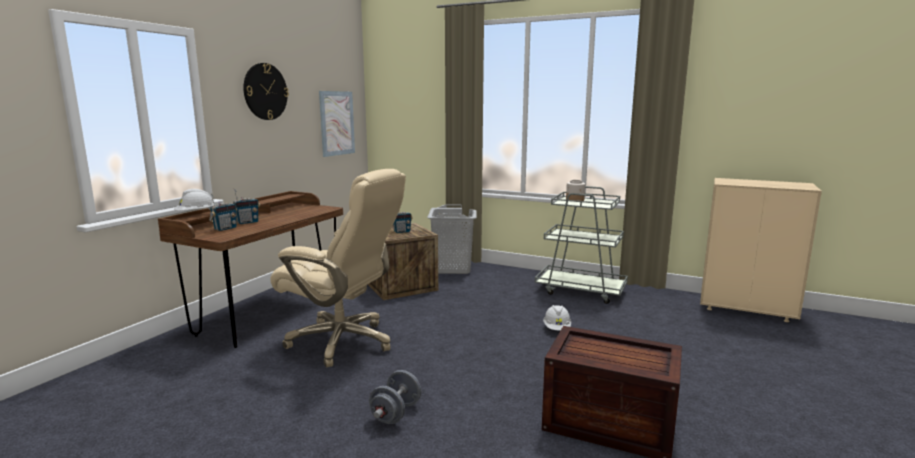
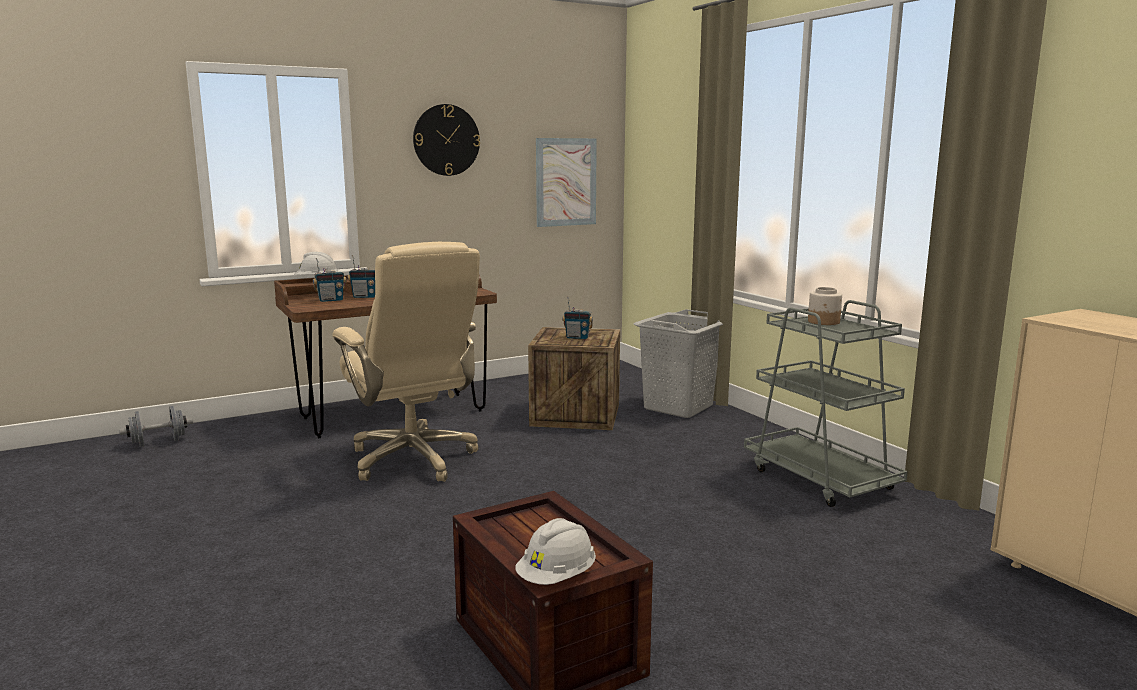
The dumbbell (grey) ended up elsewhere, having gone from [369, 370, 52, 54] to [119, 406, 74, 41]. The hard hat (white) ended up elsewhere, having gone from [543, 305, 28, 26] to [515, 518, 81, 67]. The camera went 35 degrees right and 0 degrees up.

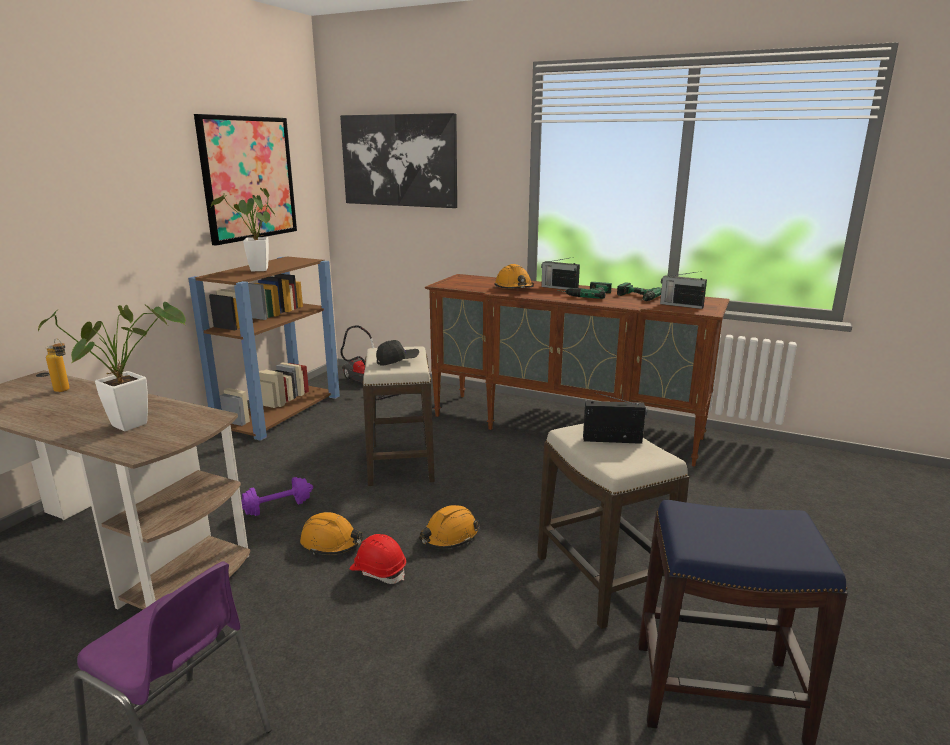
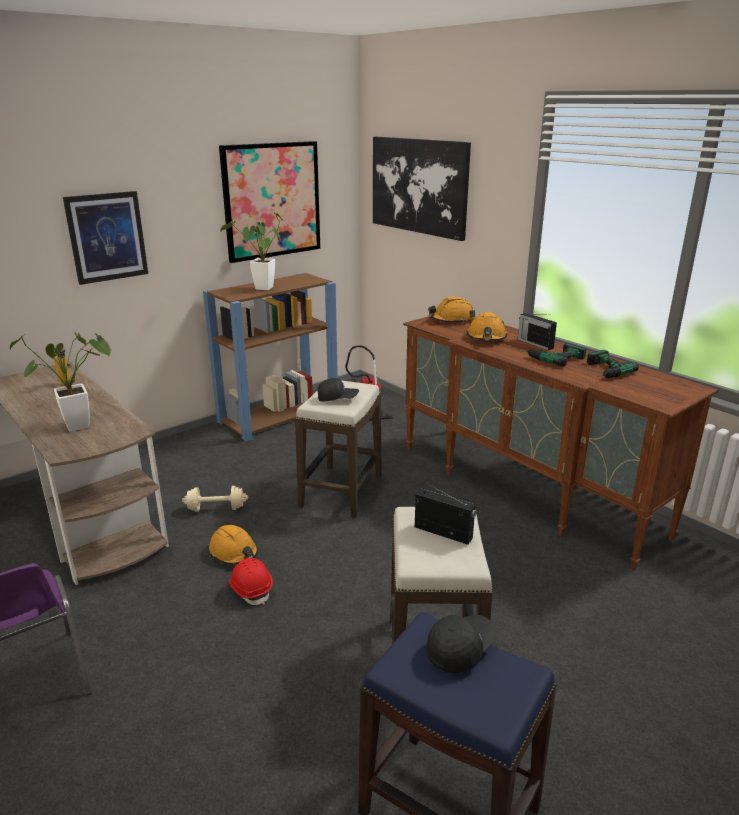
What was the dumbbell (purple) at [241, 477, 72, 39] turned into the dumbbell (beige) at [182, 486, 66, 26]. The hard hat (orange) ended up elsewhere, having gone from [419, 505, 61, 44] to [428, 297, 47, 27]. The second view lost the radio at [660, 271, 47, 38]. The second view gained the picture at [63, 191, 85, 94]. The second view gained the cap (black) at [427, 615, 69, 58]. The camera went 25 degrees right and 5 degrees up.

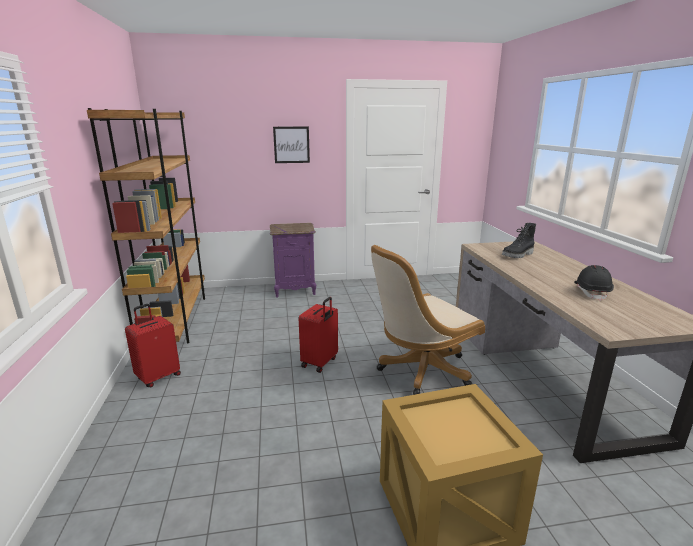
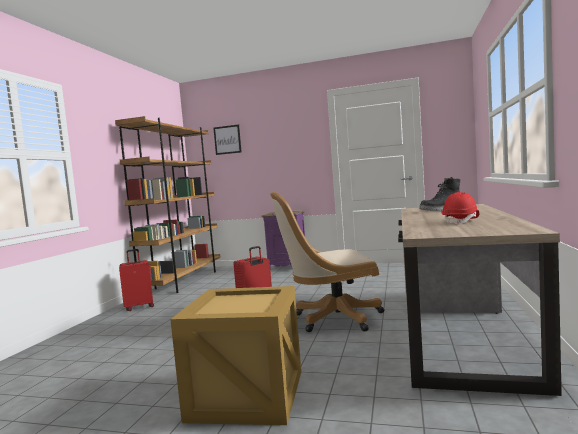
The picture ended up elsewhere, having gone from [273, 127, 37, 36] to [213, 125, 29, 30]. What was the hard hat (black) at [574, 265, 40, 36] turned into the hard hat (red) at [441, 192, 38, 33]. The camera went 25 degrees right and 15 degrees down.

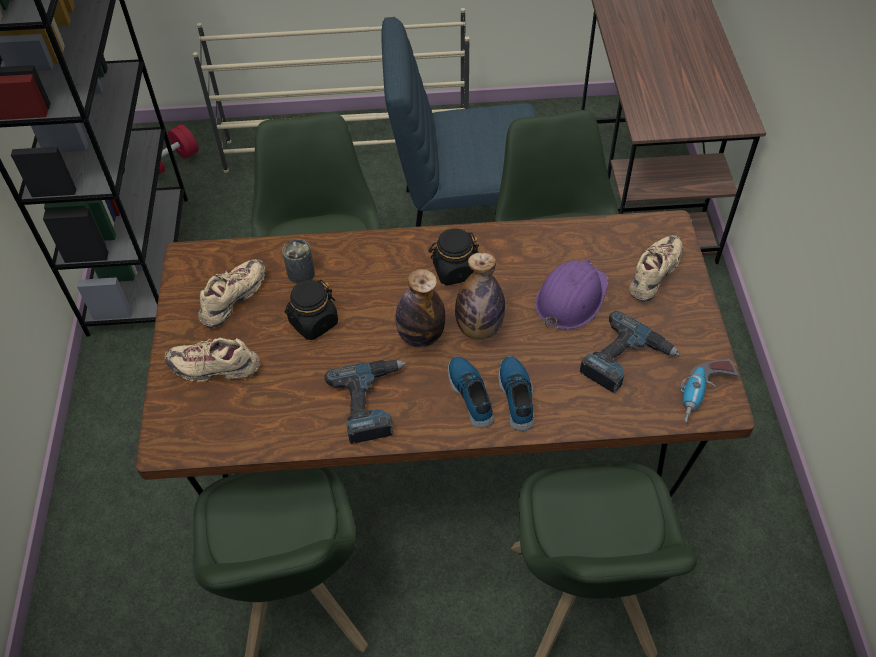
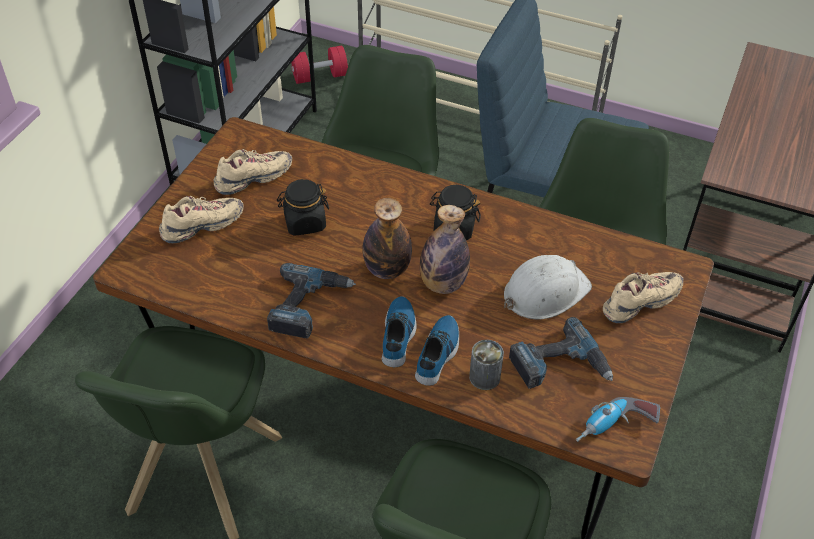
The shoe (beige) at [165, 338, 95, 44] ended up facing another way, 120 degrees clockwise from before. The can ended up elsewhere, having gone from [282, 239, 33, 45] to [469, 340, 35, 50]. What was the hard hat (purple) at [535, 260, 74, 70] turned into the hard hat (white) at [504, 255, 88, 64]. The camera went 25 degrees right and 5 degrees down.

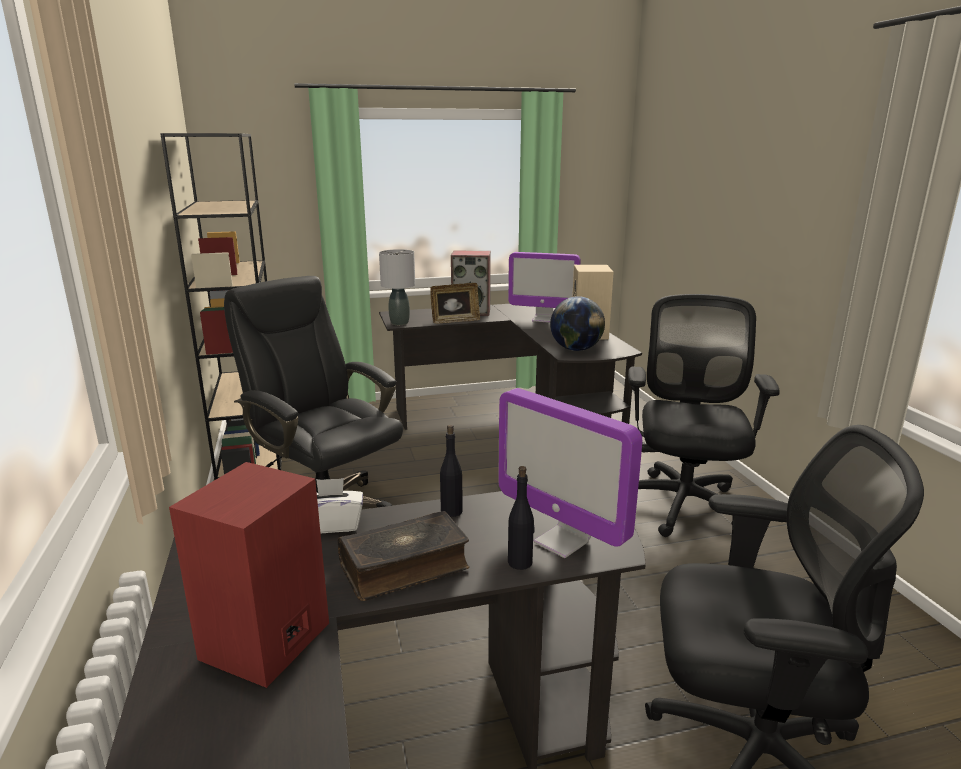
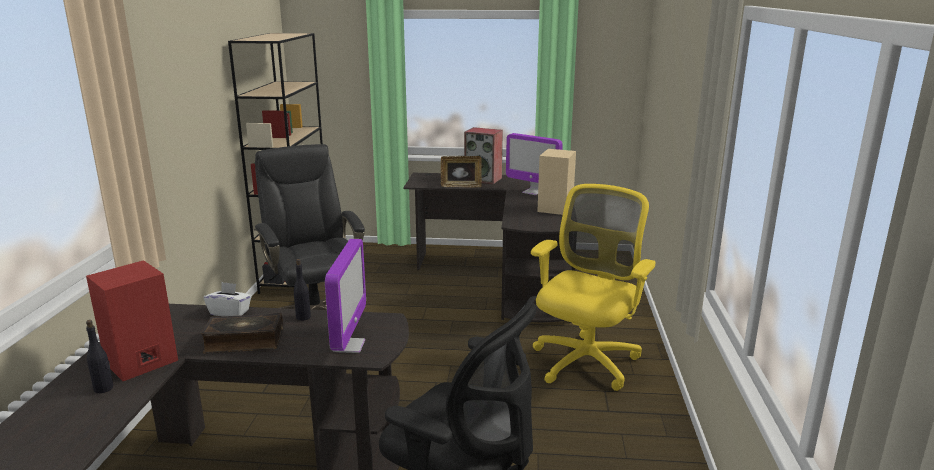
The second view lost the table lamp (grey) at [379, 249, 36, 76]. The monitor at [499, 388, 143, 170] ended up facing another way, 150 degrees counterclockwise from before. The bottle (black) ended up elsewhere, having gone from [508, 466, 27, 104] to [86, 320, 28, 73]. The second view lost the globe at [550, 296, 55, 55]. What was the office chair (black) at [628, 294, 152, 243] turned into the office chair (yellow) at [531, 184, 125, 207]. The camera went 20 degrees right and 0 degrees up.

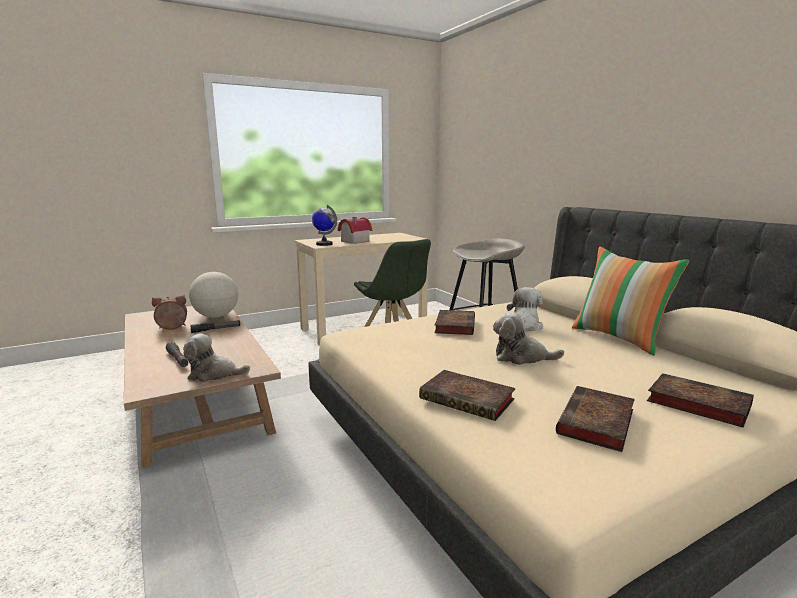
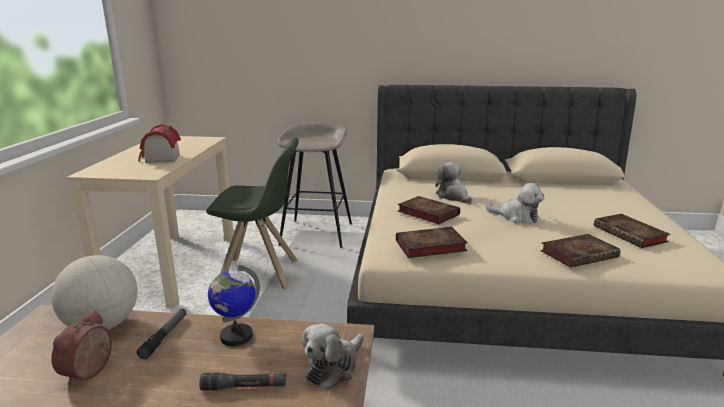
The globe ended up elsewhere, having gone from [312, 205, 25, 41] to [208, 265, 52, 81]. The plush toy at [493, 312, 71, 53] ended up facing another way, 105 degrees counterclockwise from before. The second view lost the pillow at [572, 247, 117, 109]. The book ended up elsewhere, having gone from [647, 373, 107, 55] to [396, 227, 72, 31]. The camera went 55 degrees left and 5 degrees up.

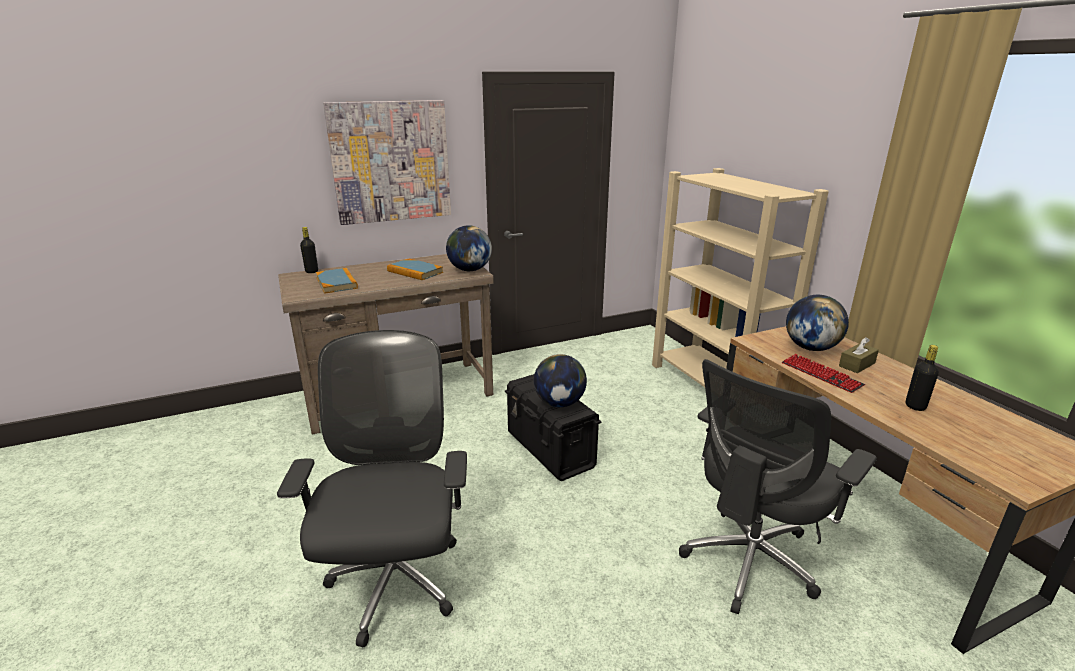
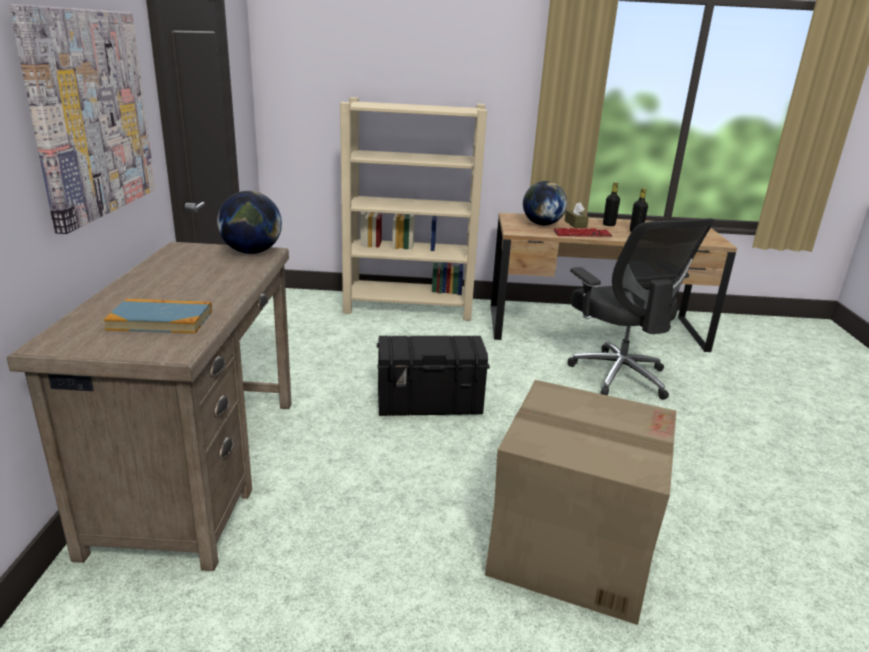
Where the office chair stood at [277, 330, 190, 317], the cardboard box came to stand at [485, 380, 192, 245]. The bottle (black) ended up elsewhere, having gone from [300, 227, 18, 46] to [603, 182, 17, 44]. The second view lost the book at [387, 259, 56, 21]. The second view lost the globe at [534, 354, 53, 53]. The camera went 65 degrees left and 0 degrees up.

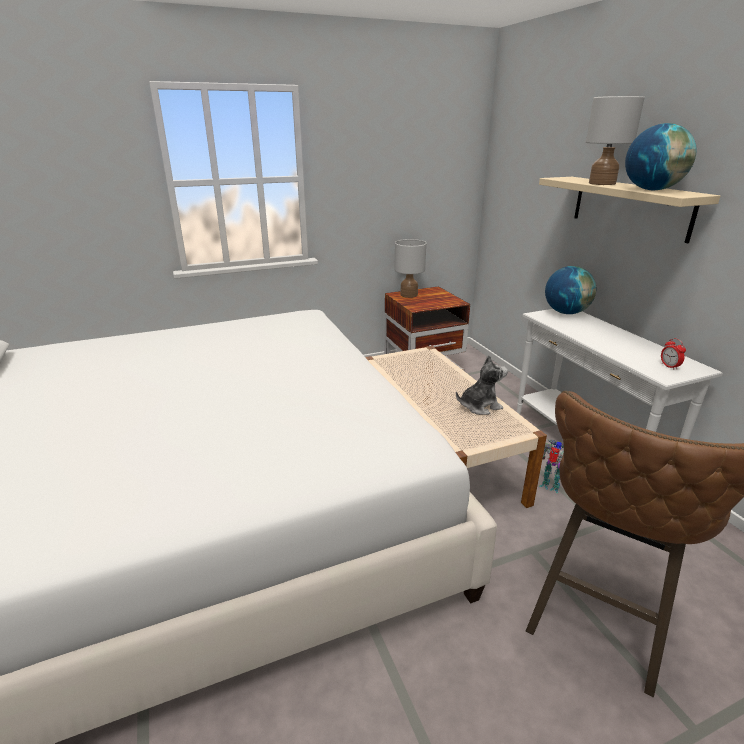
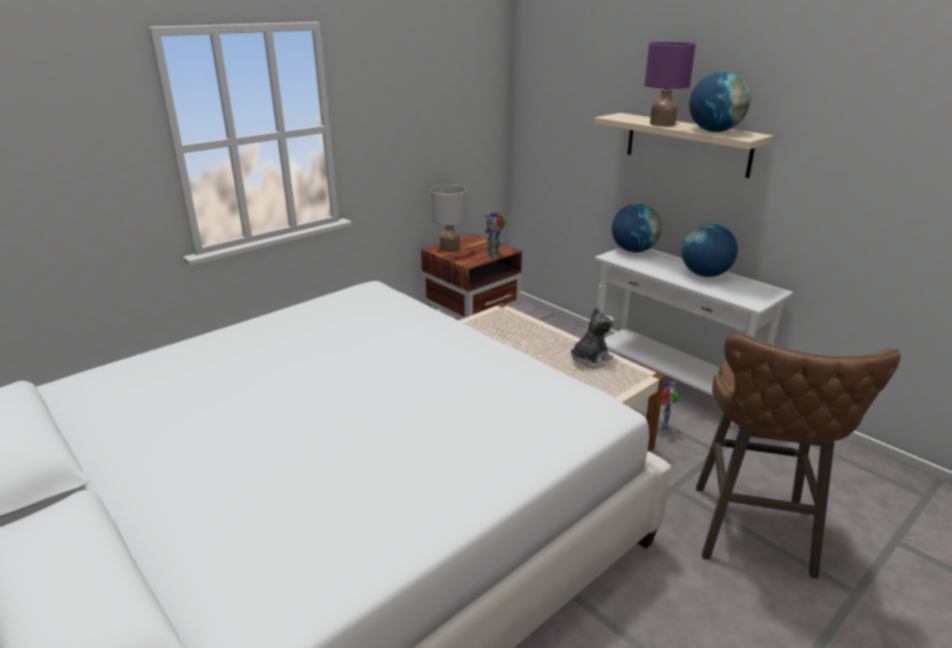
What was the table lamp (grey) at [586, 96, 59, 89] turned into the table lamp (purple) at [645, 42, 51, 84]. The second view lost the alarm clock at [661, 338, 25, 32]. The second view gained the toy robot at [484, 212, 22, 46]. The second view gained the globe at [681, 224, 57, 53]. The camera went 20 degrees left and 0 degrees up.

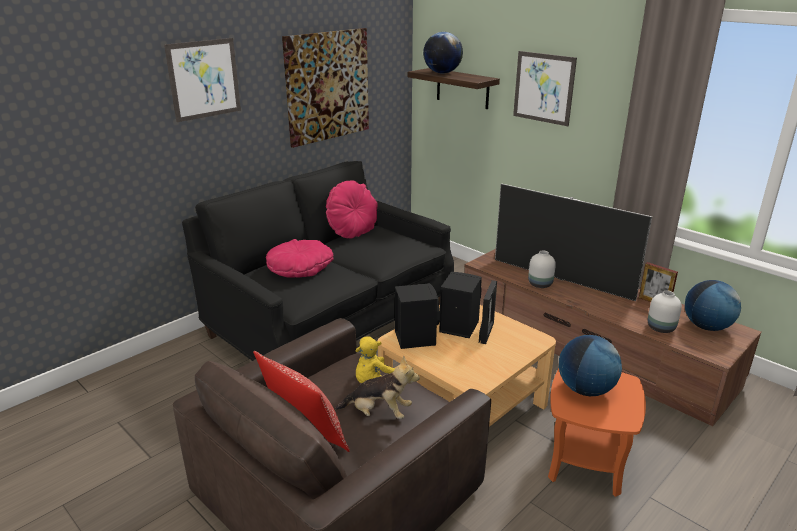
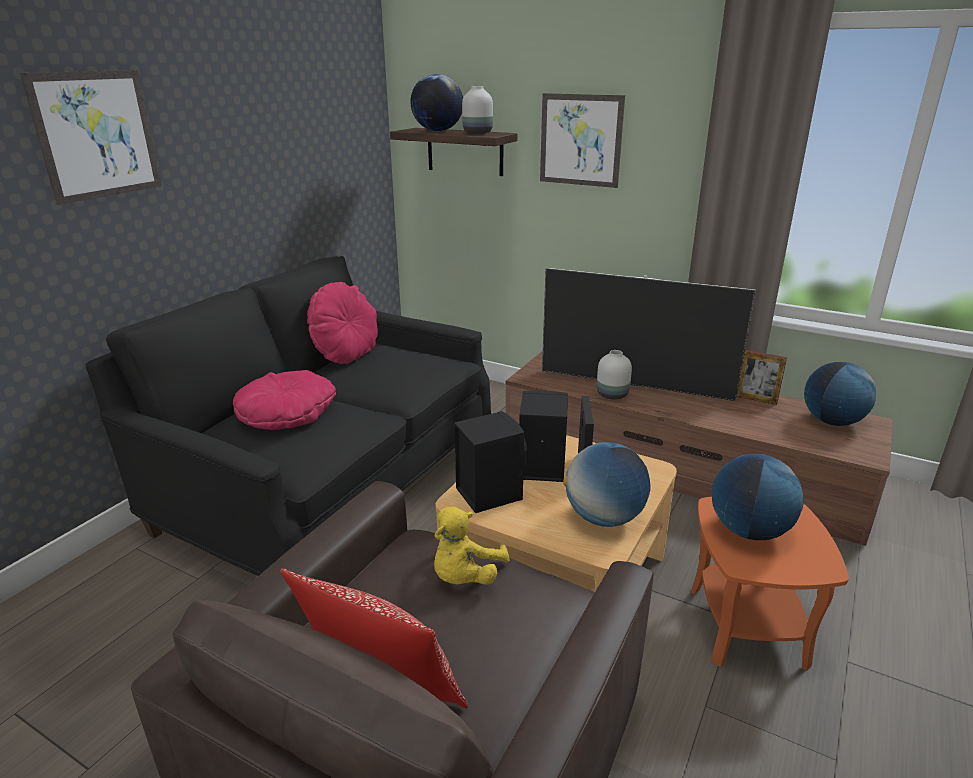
The second view lost the picture at [282, 28, 87, 120]. The second view lost the plush toy at [335, 356, 85, 63]. The vase (white) ended up elsewhere, having gone from [648, 291, 34, 42] to [462, 86, 31, 48]. The second view gained the globe at [563, 442, 88, 85]. The camera went 15 degrees left and 0 degrees up.

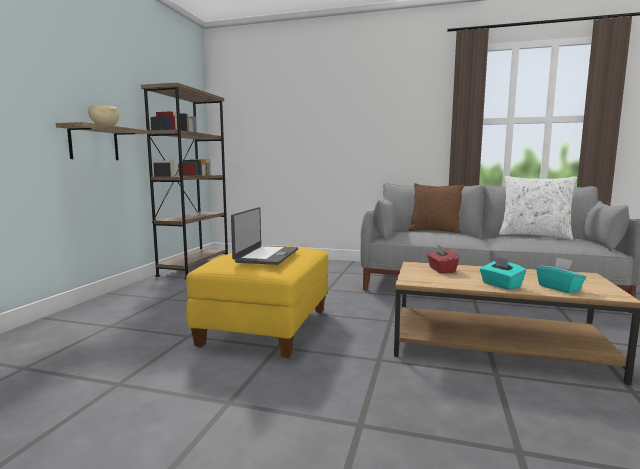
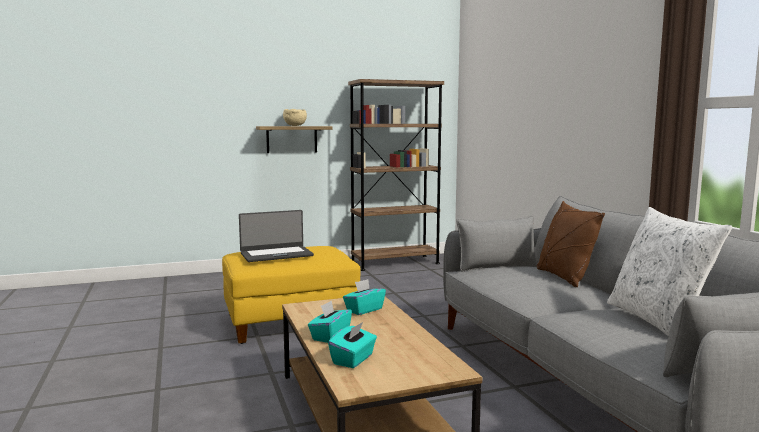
What was the tissue box (red) at [427, 244, 32, 29] turned into the tissue box (turquoise) at [343, 279, 43, 36]. The camera went 55 degrees right and 0 degrees up.

